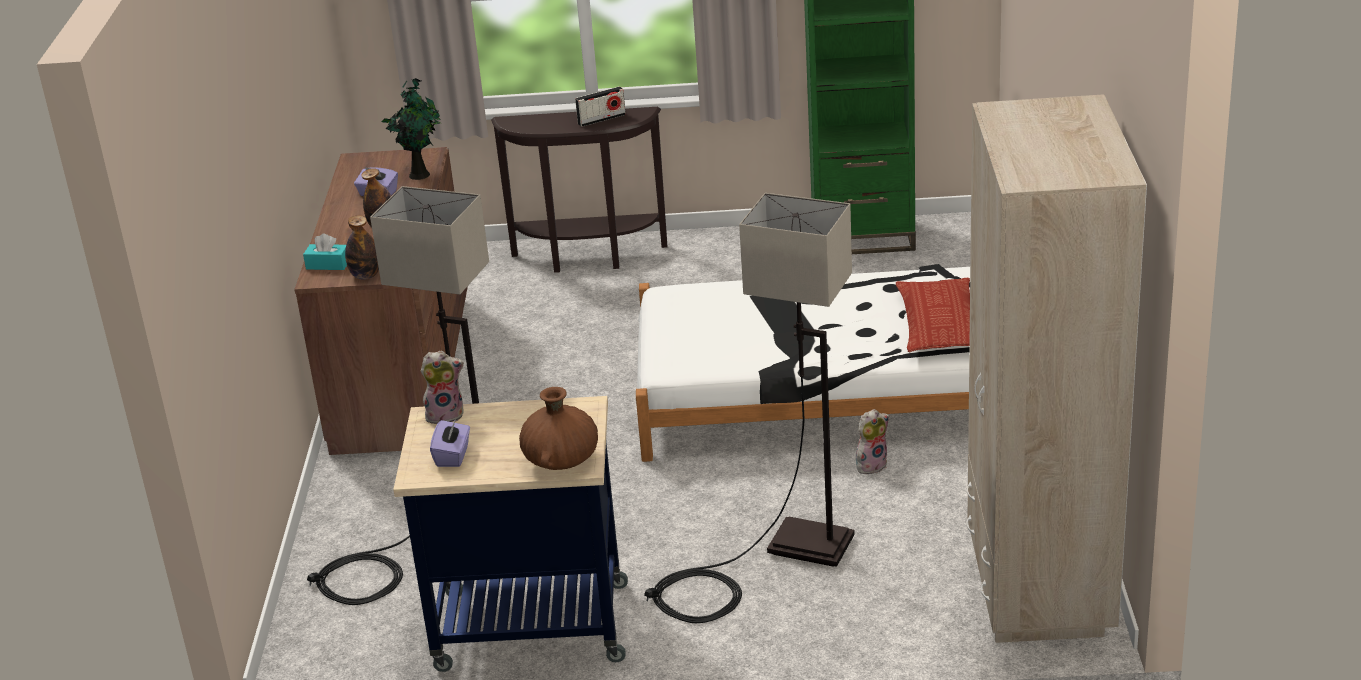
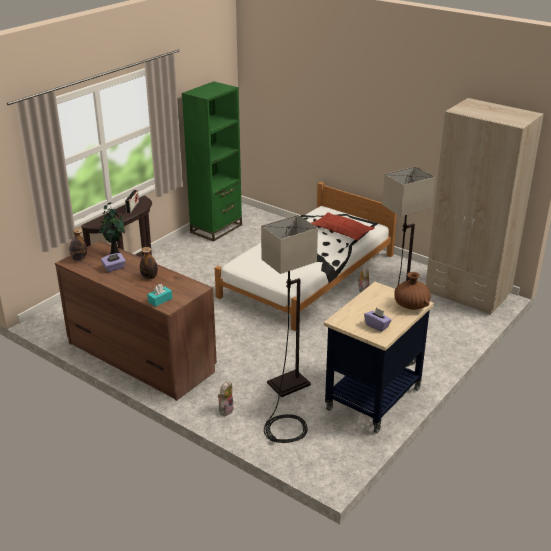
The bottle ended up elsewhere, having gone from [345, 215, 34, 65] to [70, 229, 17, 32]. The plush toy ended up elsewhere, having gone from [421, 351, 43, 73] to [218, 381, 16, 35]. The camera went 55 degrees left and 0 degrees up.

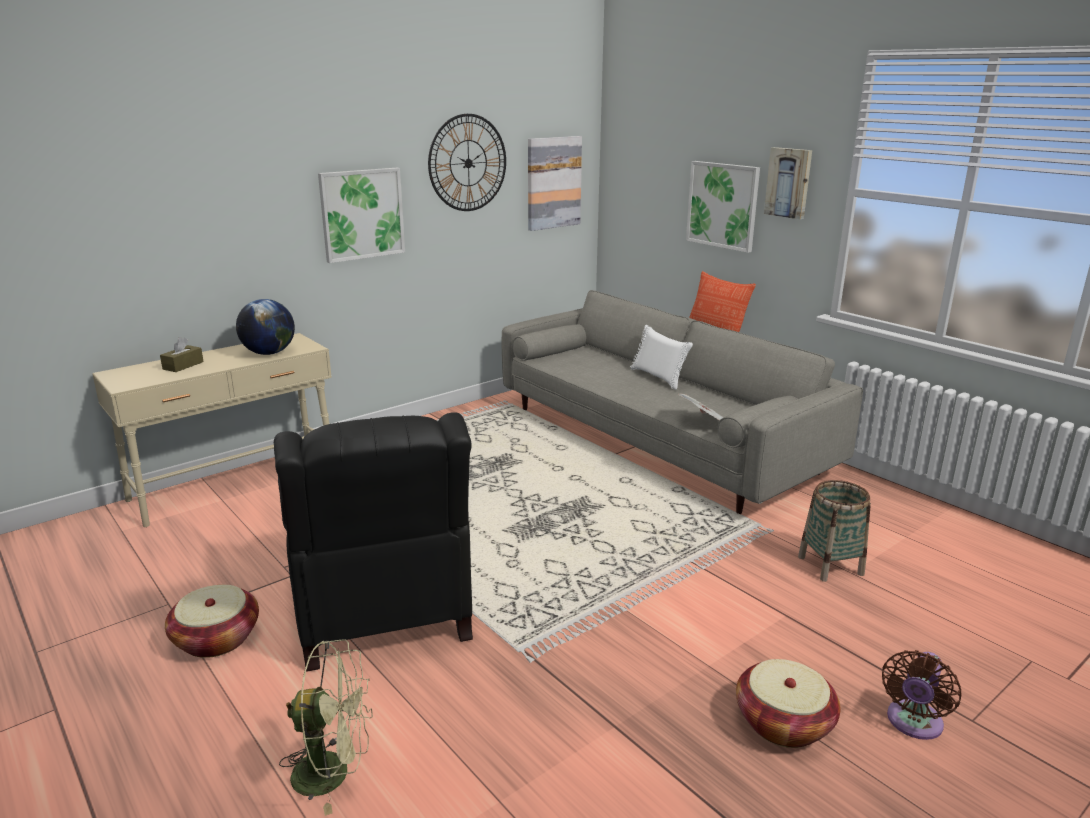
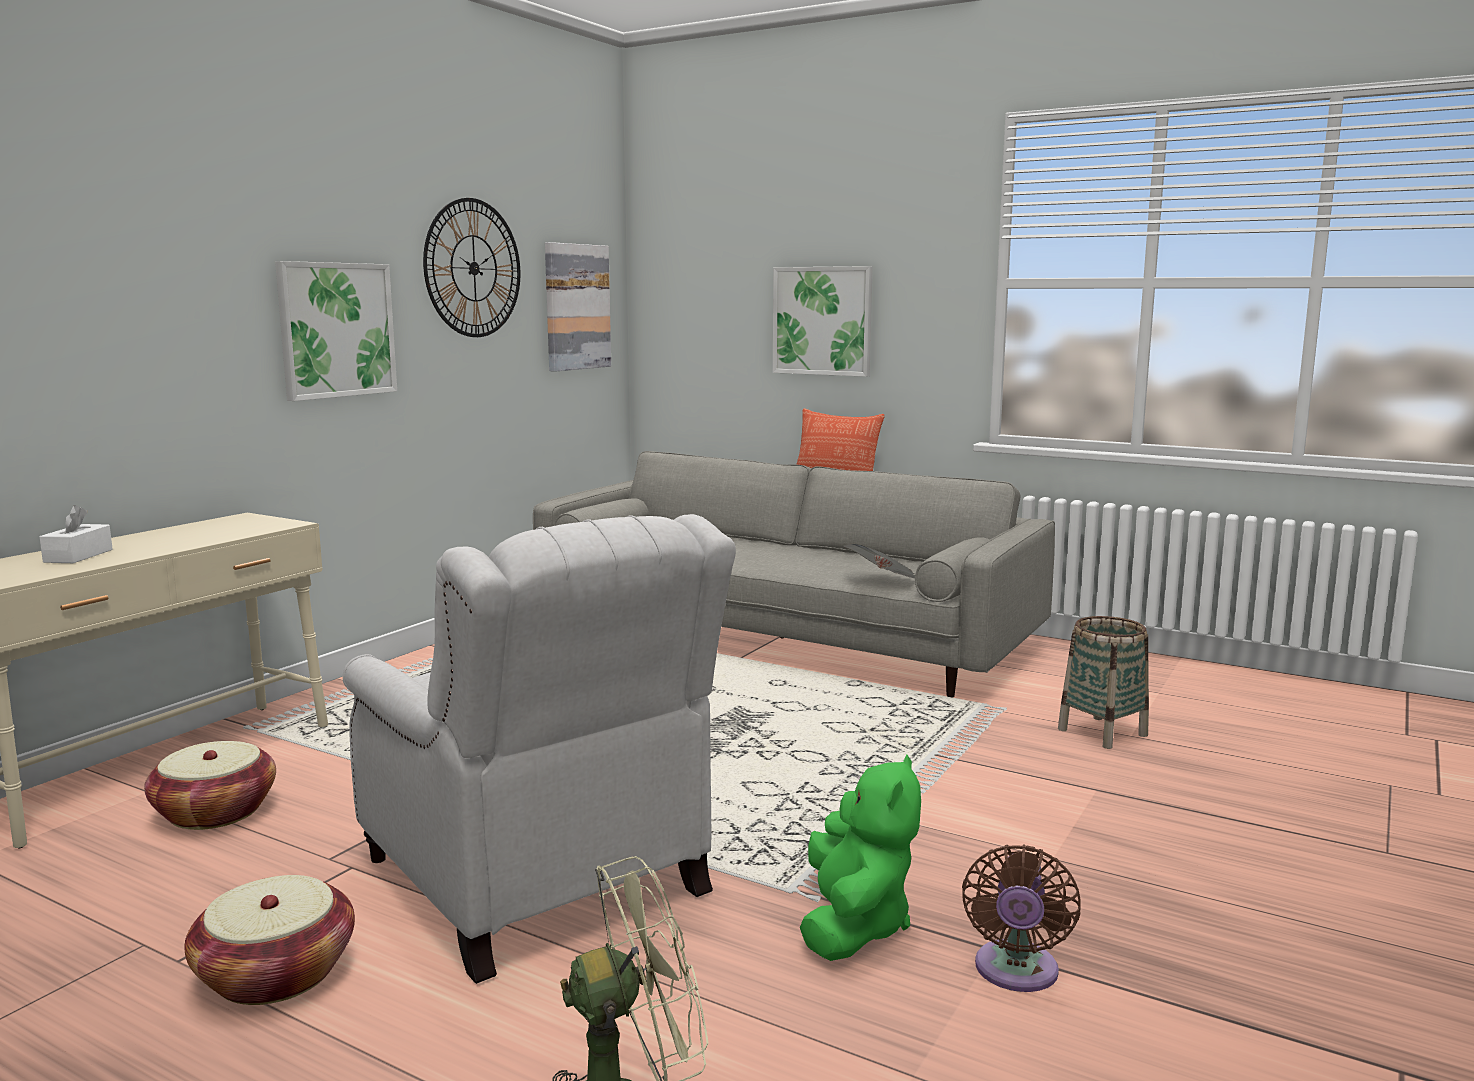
What was the tissue box (brown) at [160, 337, 44, 35] turned into the tissue box (white) at [40, 505, 73, 58]. The second view lost the globe at [236, 299, 59, 56]. What was the armchair (black) at [274, 413, 199, 259] turned into the armchair (white) at [343, 514, 393, 470]. The second view lost the pillow (white) at [630, 325, 63, 65]. The basket ended up elsewhere, having gone from [736, 659, 105, 89] to [144, 741, 132, 89]. The second view lost the picture at [764, 147, 48, 72]. The fan (brown) ended up elsewhere, having gone from [882, 650, 80, 90] to [962, 845, 119, 147]. The second view gained the plush toy (green) at [800, 755, 121, 206]. The camera went 20 degrees left and 10 degrees down.

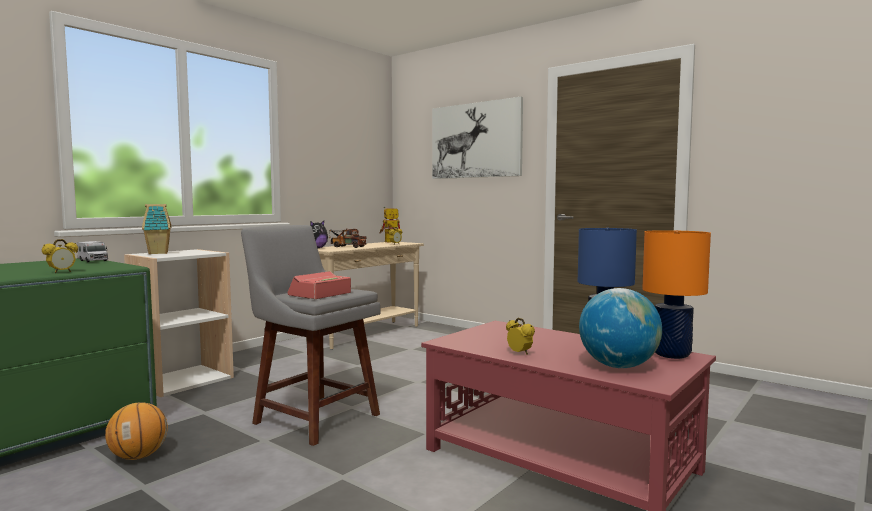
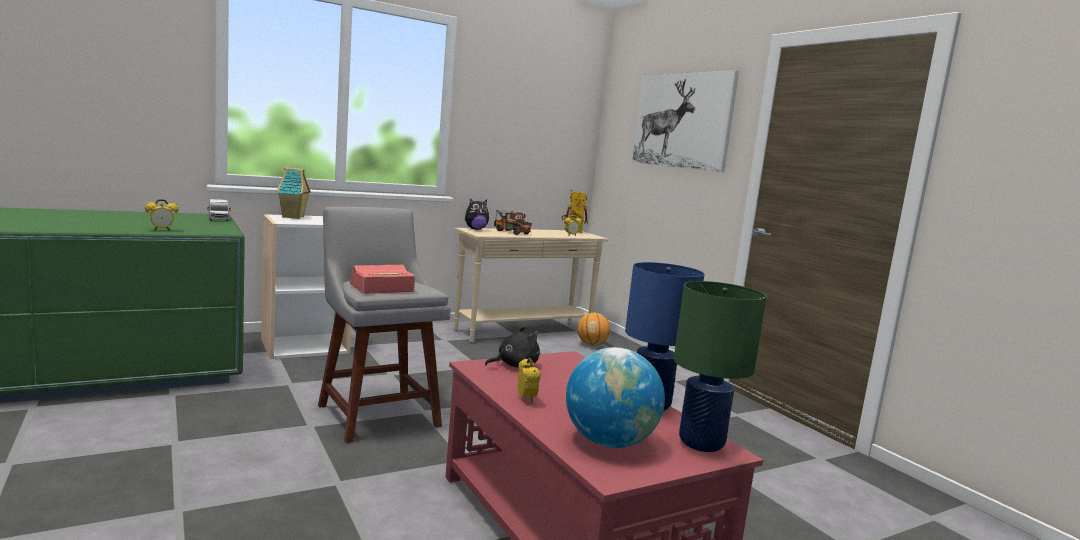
The basketball ended up elsewhere, having gone from [105, 402, 63, 58] to [577, 313, 34, 33]. What was the table lamp (orange) at [642, 230, 69, 129] turned into the table lamp (green) at [674, 281, 93, 171]. The second view gained the plush toy (black) at [485, 326, 55, 42]. The camera went 20 degrees right and 5 degrees up.

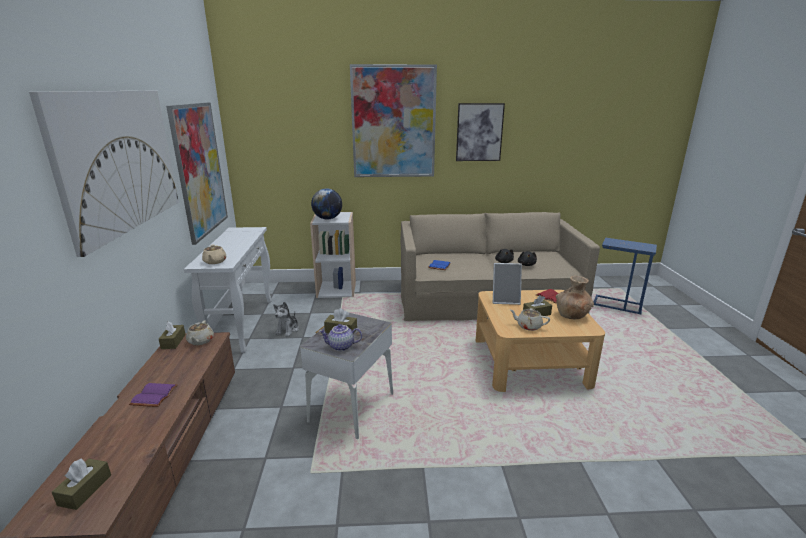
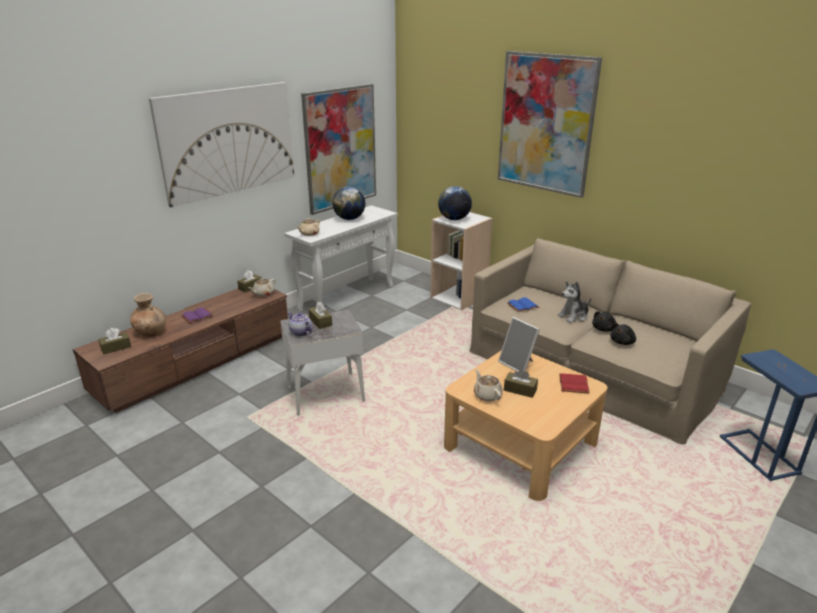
The plush toy ended up elsewhere, having gone from [273, 302, 26, 35] to [558, 281, 33, 42]. The second view lost the picture at [456, 103, 49, 58]. The vase (brown) ended up elsewhere, having gone from [556, 276, 38, 43] to [130, 293, 36, 44]. The second view gained the globe at [332, 187, 33, 33]. The camera went 45 degrees right and 5 degrees up.

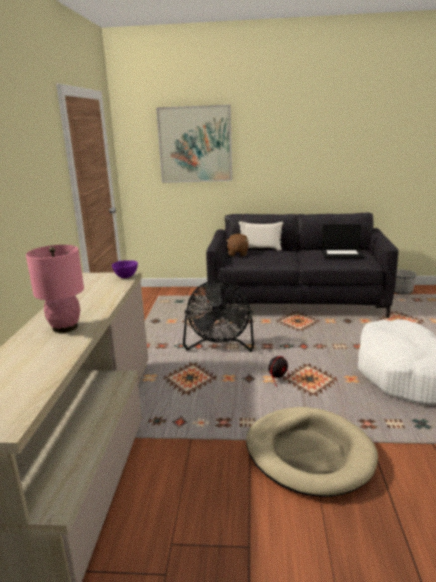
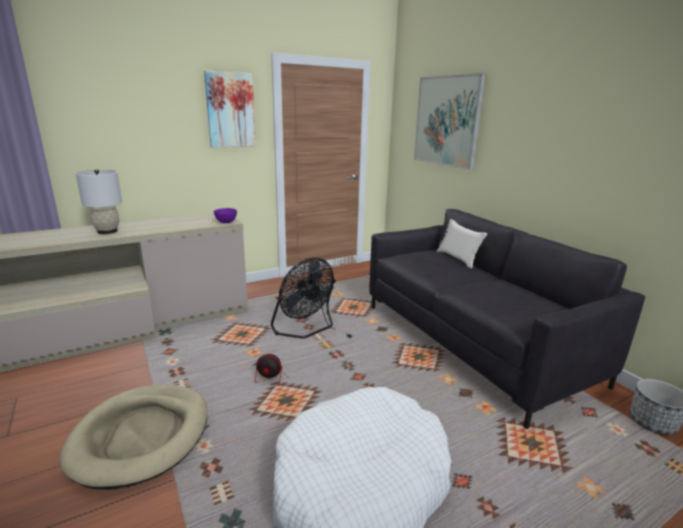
What was the table lamp (pink) at [26, 245, 58, 88] turned into the table lamp (white) at [76, 169, 46, 65]. The fan (black) at [183, 280, 71, 72] ended up facing another way, 75 degrees clockwise from before. The second view lost the plush toy (brown) at [226, 234, 23, 22]. The second view lost the laptop at [322, 224, 42, 34]. The second view gained the picture at [204, 70, 52, 77]. The camera went 55 degrees right and 0 degrees up.

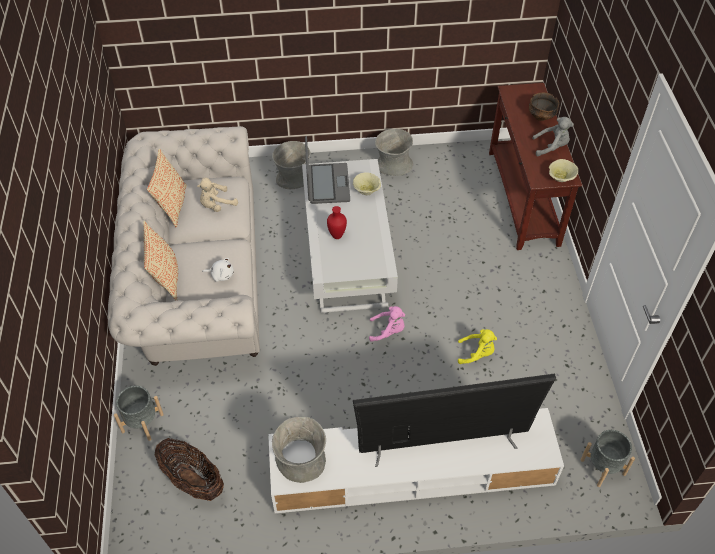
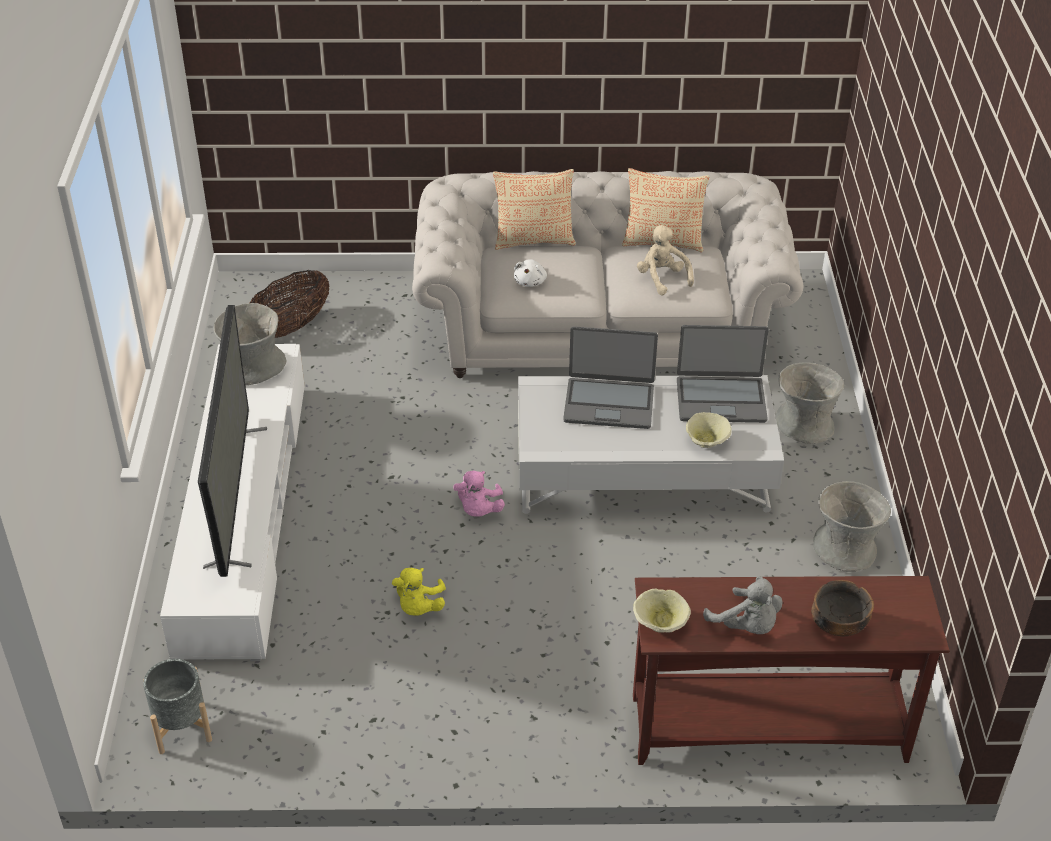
The second view lost the planter (grey) at [114, 386, 50, 55]. Where the vase (red) stood at [327, 206, 20, 33], the laptop came to stand at [563, 326, 95, 103]. The plush toy (grey) at [532, 117, 42, 39] ended up facing another way, 45 degrees counterclockwise from before. The camera went 95 degrees right and 10 degrees down.

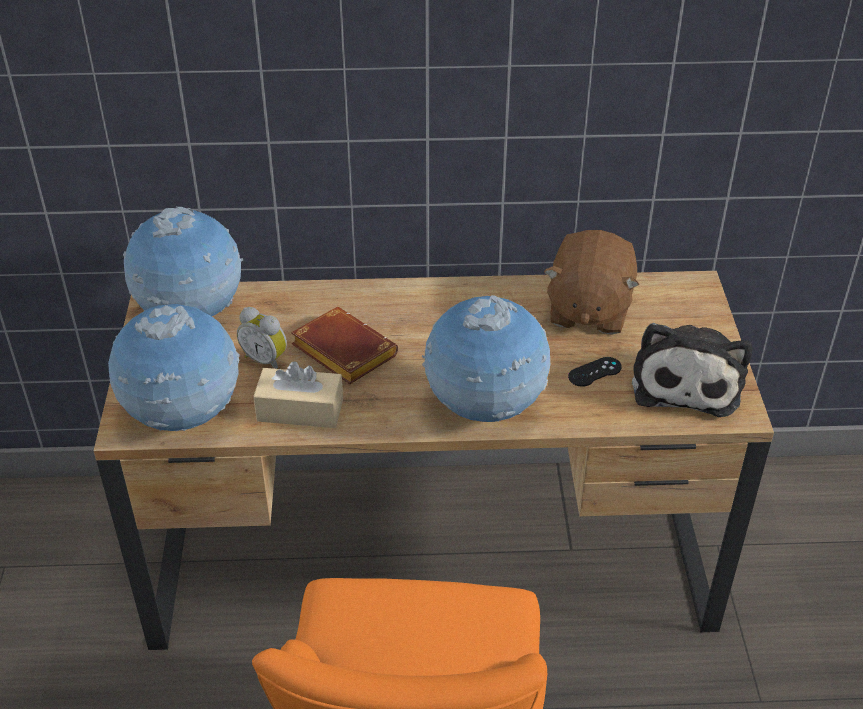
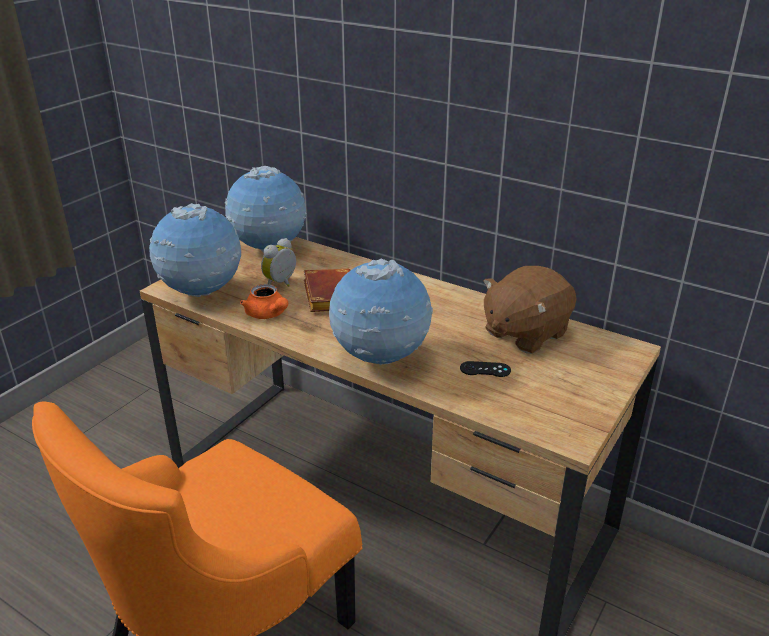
The alarm clock at [237, 307, 50, 62] ended up facing another way, 60 degrees clockwise from before. Where the tissue box (beige) stood at [253, 361, 90, 67], the teapot (orange) came to stand at [240, 284, 48, 35]. The second view lost the plush toy at [632, 323, 120, 94]. The camera went 35 degrees right and 10 degrees down.

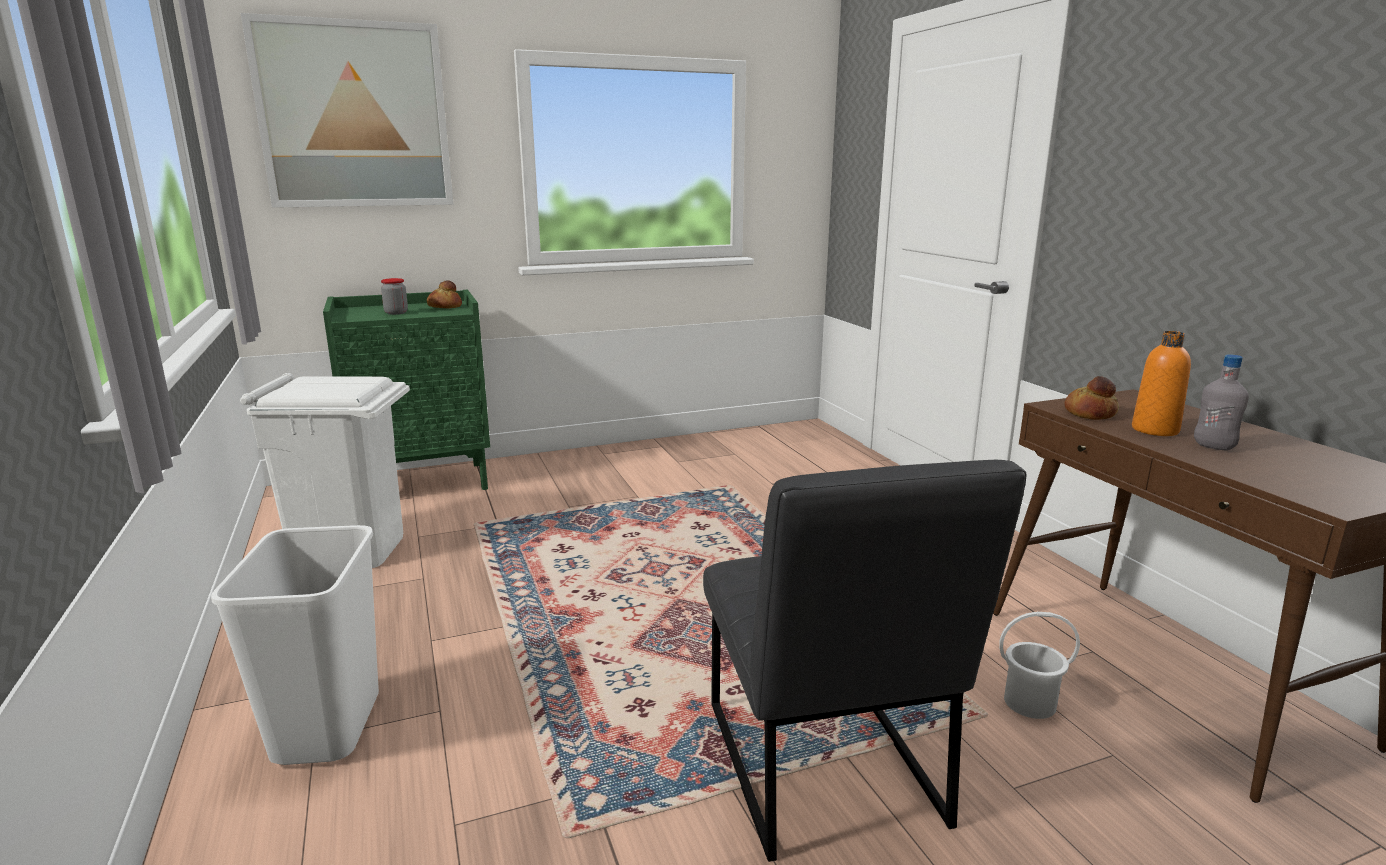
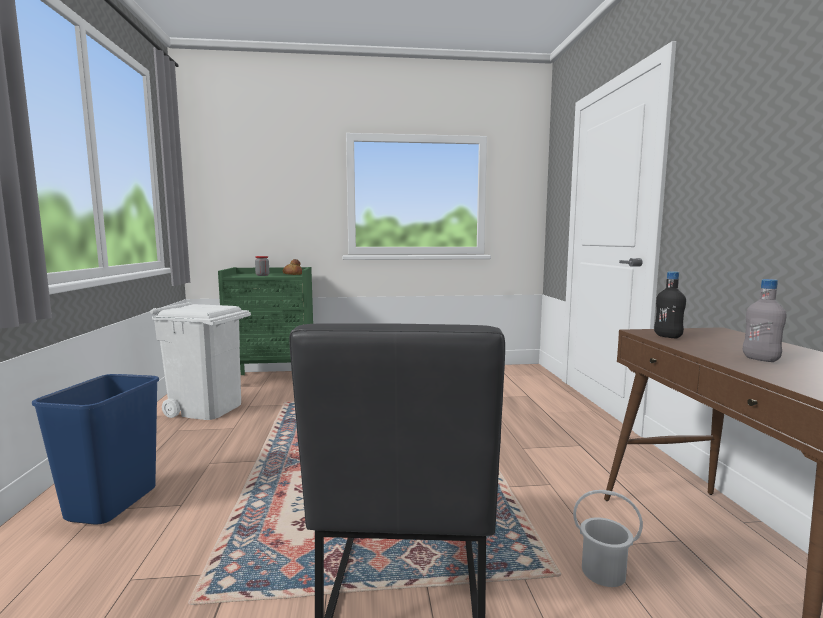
What was the trash can (white) at [211, 525, 168, 240] turned into the trash can (blue) at [32, 374, 127, 151]. The second view lost the picture at [241, 13, 212, 195]. Where the bread stood at [1064, 376, 55, 44], the bottle (black) came to stand at [654, 271, 32, 67]. The second view lost the bottle (orange) at [1132, 331, 59, 105]. The camera went 15 degrees right and 10 degrees down.

